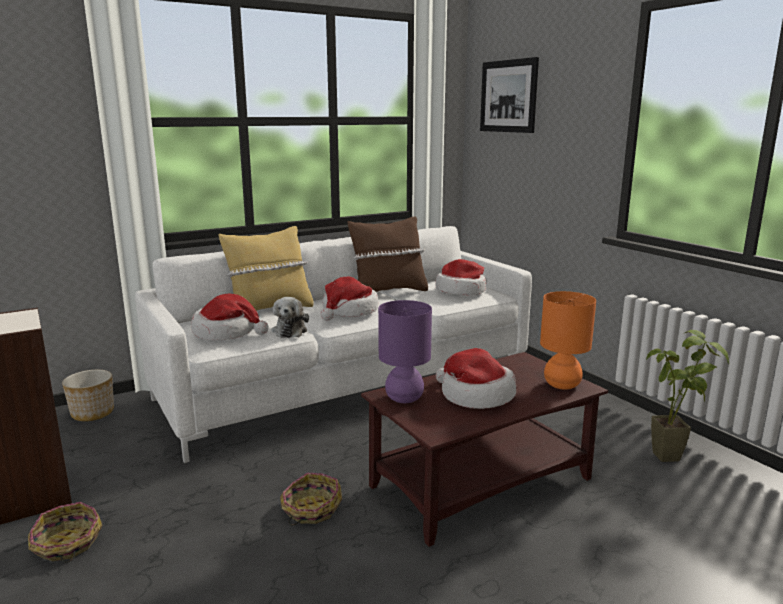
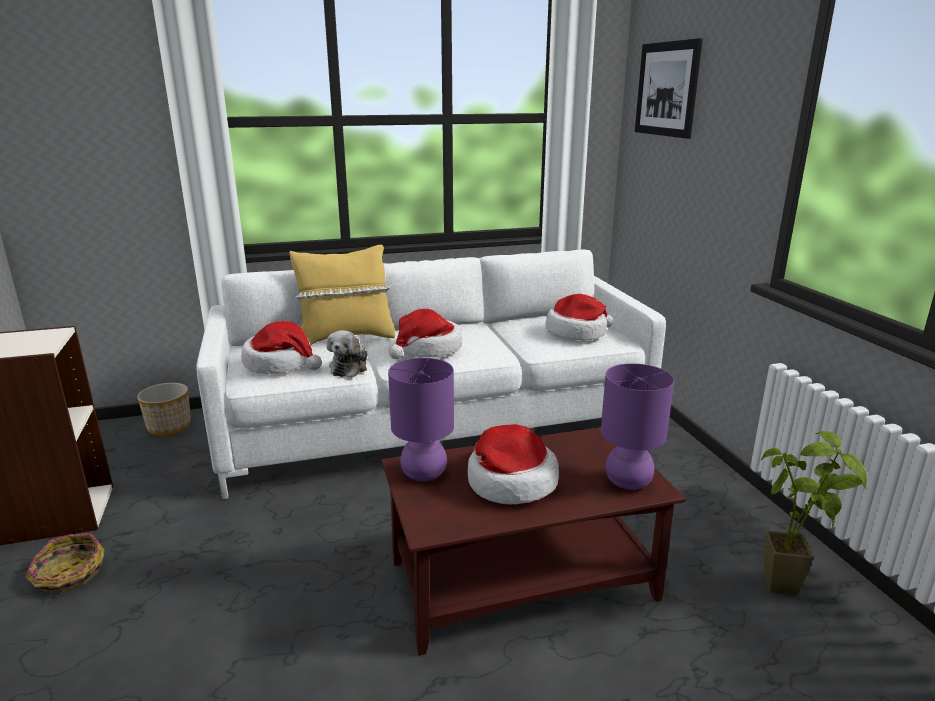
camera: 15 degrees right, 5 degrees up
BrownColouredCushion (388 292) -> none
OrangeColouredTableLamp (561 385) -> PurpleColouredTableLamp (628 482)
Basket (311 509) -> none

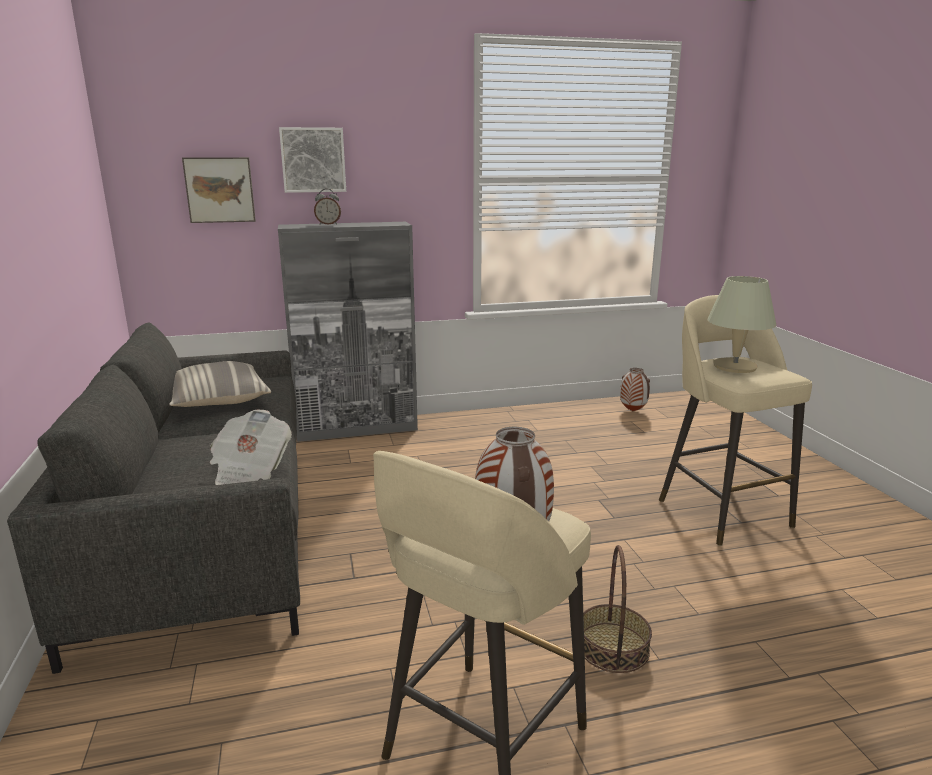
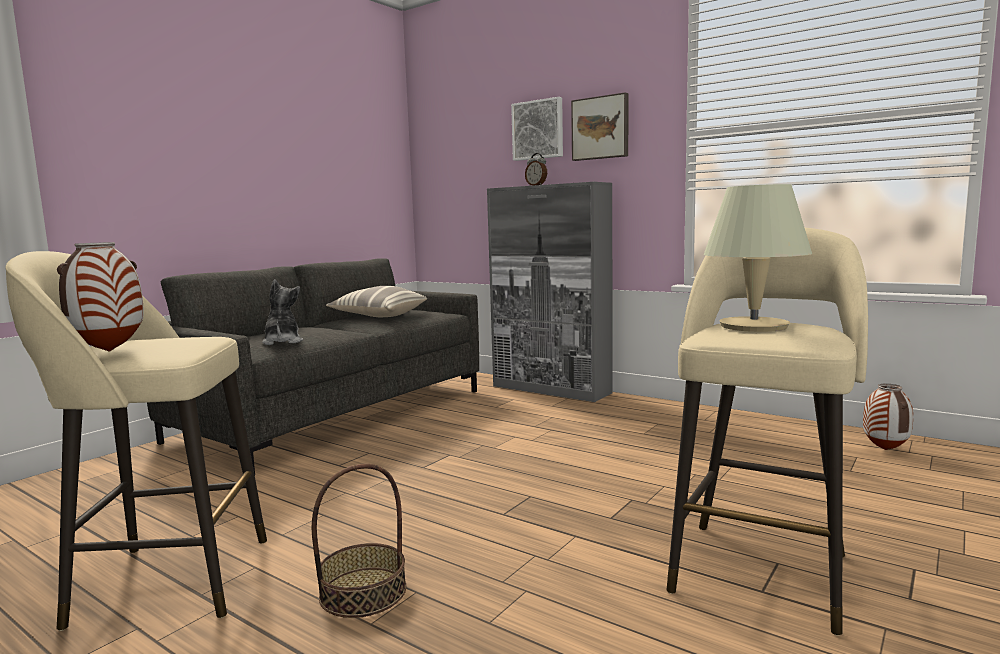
camera: 50 degrees right, 10 degrees down
Picture (220 190) -> Picture (601 128), move
DailyPaper (250 469) -> SoftToy (282 342)

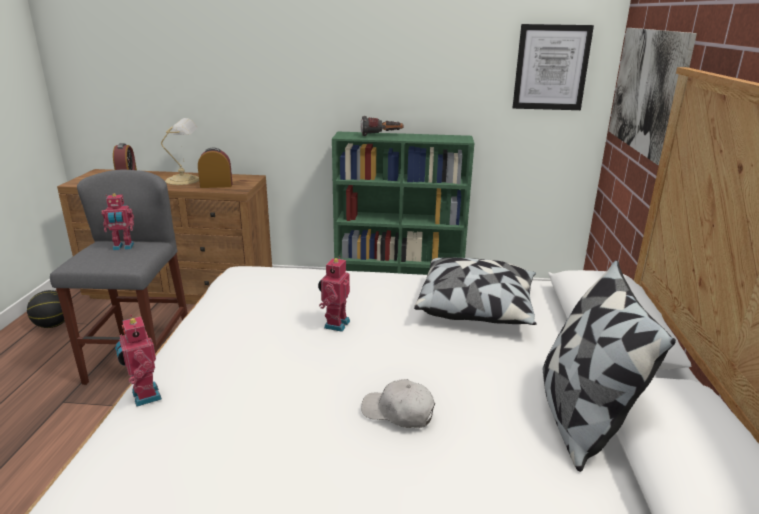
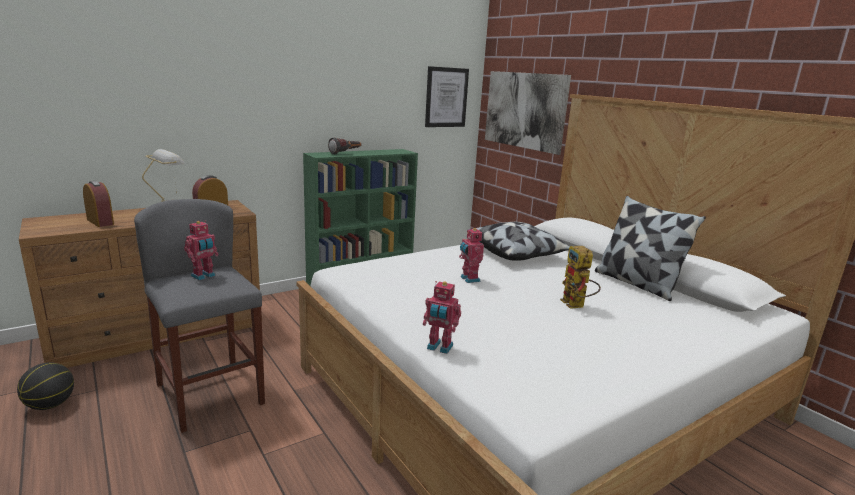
camera: 40 degrees left, 5 degrees down
WhiteBaseballCap (398 412) -> ToyRobot (576 305)

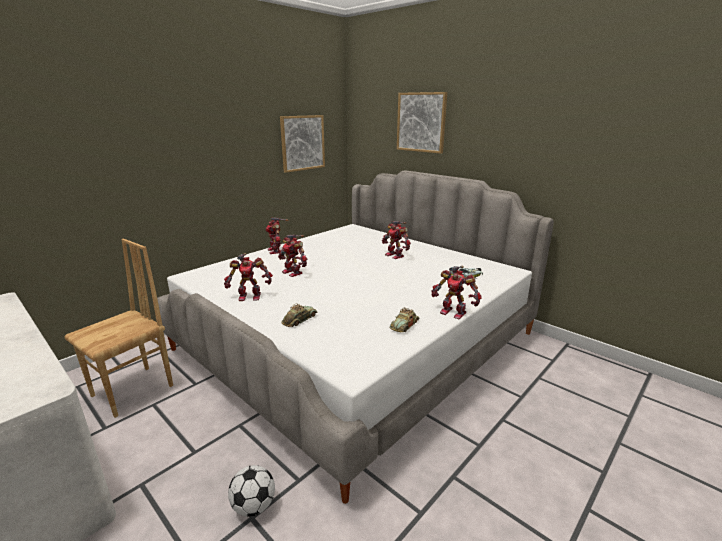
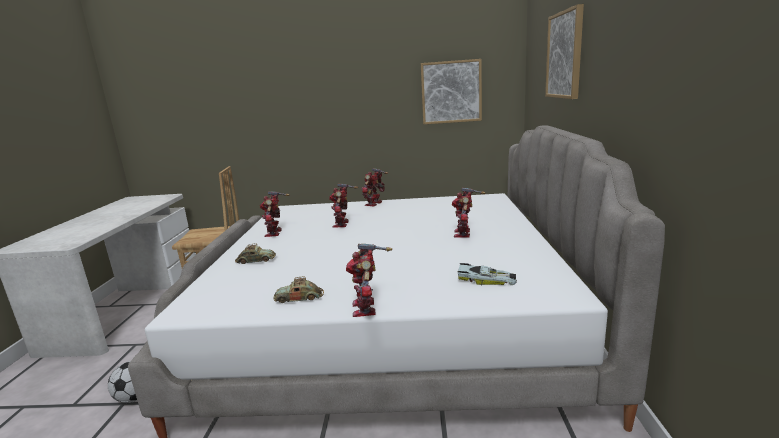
camera: 50 degrees right, 5 degrees down
ToyRobot (250 296) -> ToyRobot (275 233), 45 degrees clockwise

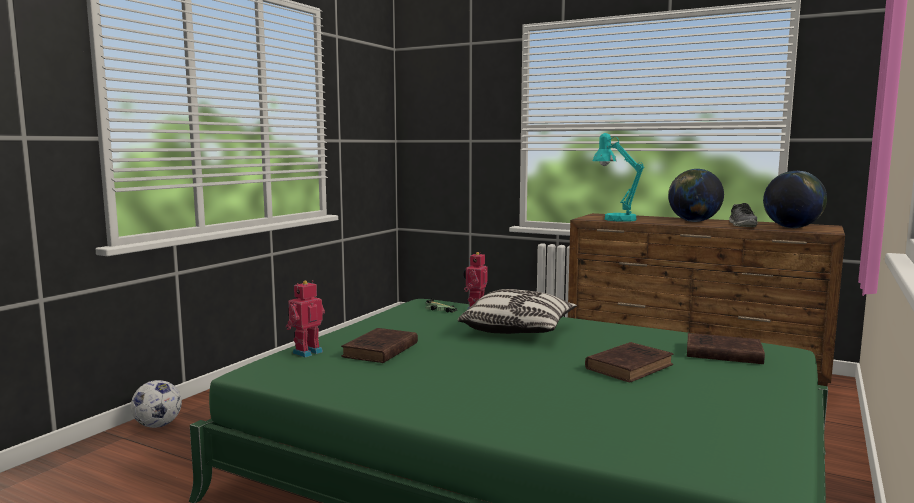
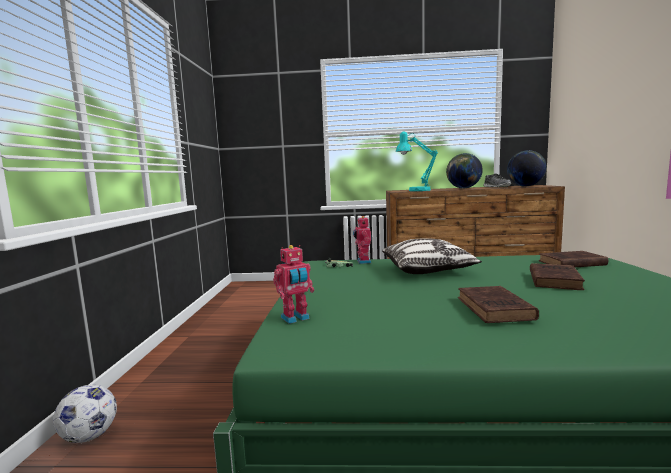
camera: 25 degrees left, 0 degrees up
ToyRobot (306 352) -> ToyRobot (296 318), 135 degrees counterclockwise
BrownColouredVolume (379 351) -> BrownColouredVolume (495 309), move

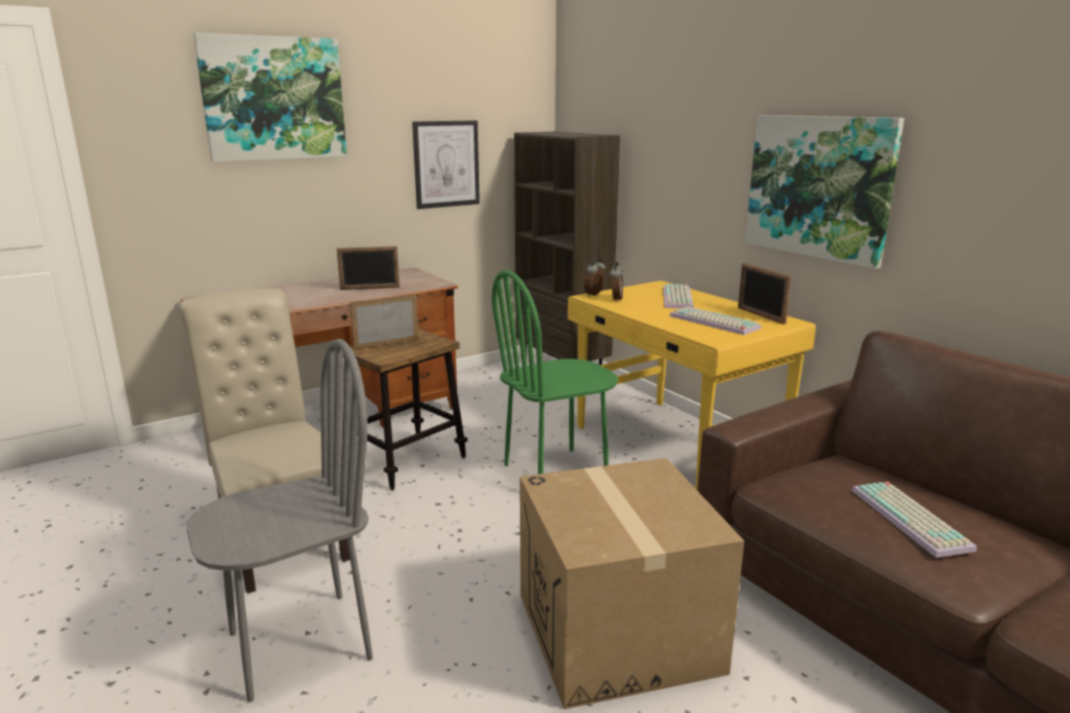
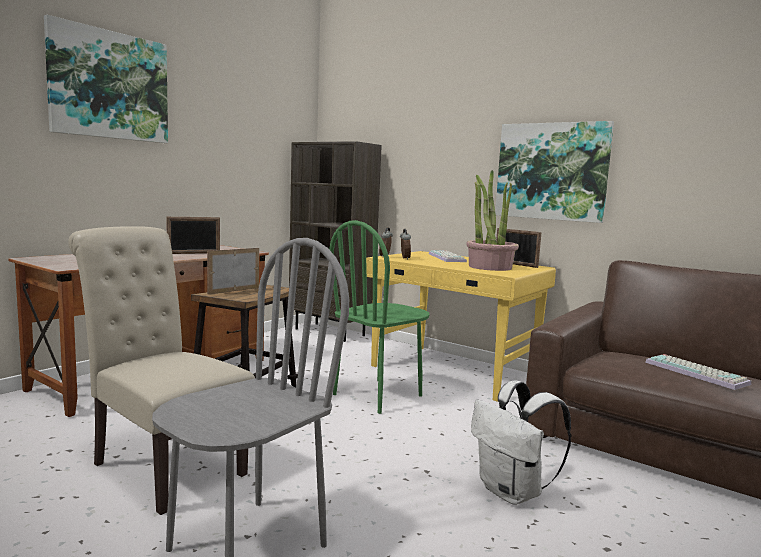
camera: 20 degrees left, 10 degrees down
Picture (446 164) -> none
PcKeyboard (712 322) -> PottedPlant (489 267)
PackingBox (618 632) -> WhiteRucksack (513 492)

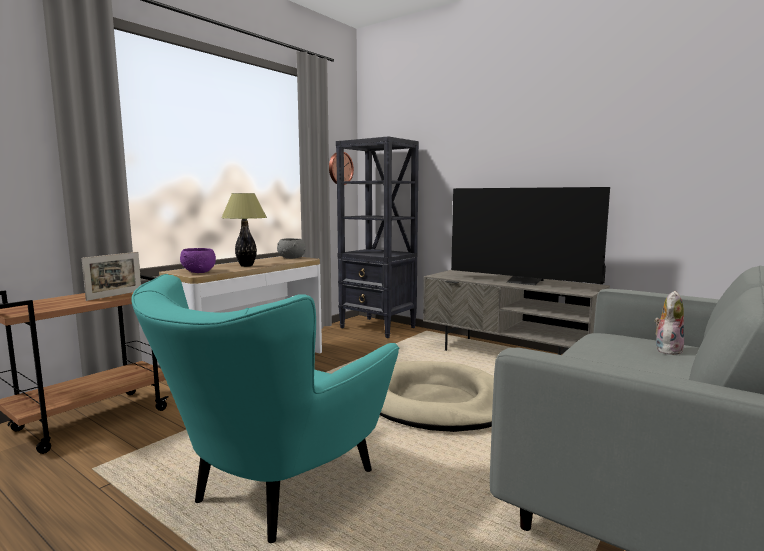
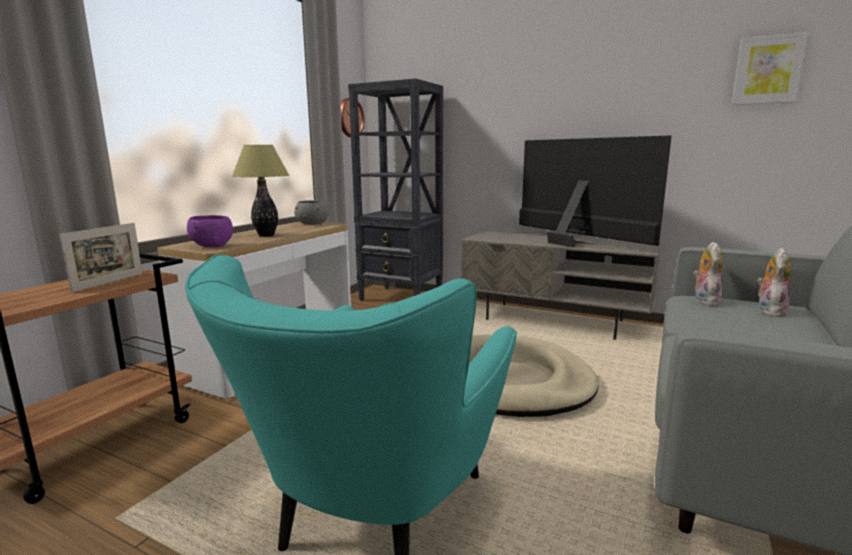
camera: 10 degrees left, 5 degrees up
Tv (524 282) -> Tv (573 242), 150 degrees counterclockwise
none -> Picture (768 70)
none -> SoftToy (704 301)

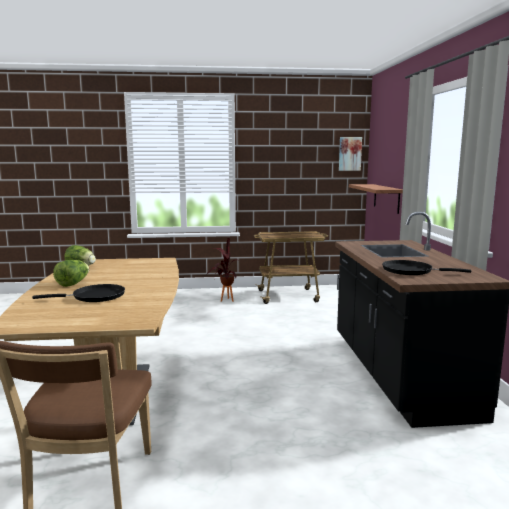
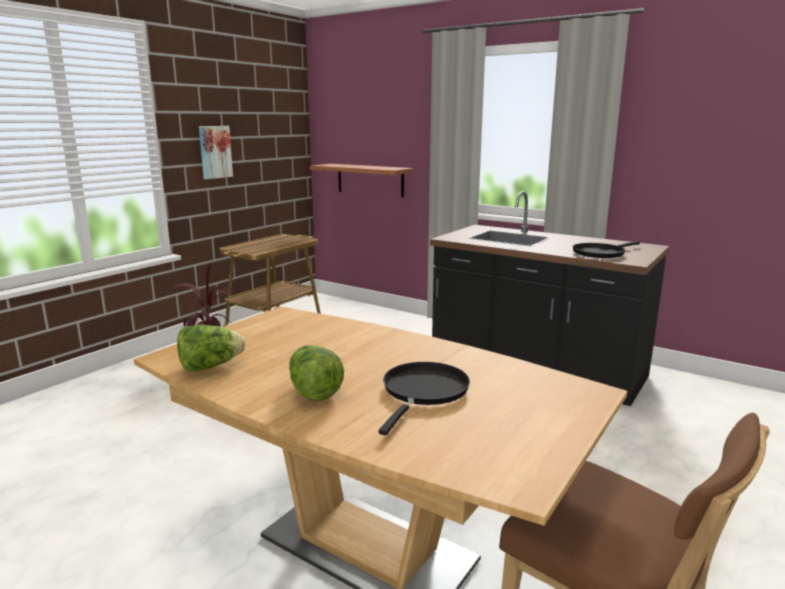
camera: 50 degrees left, 5 degrees up
Picture (349 154) -> Picture (214 152), move

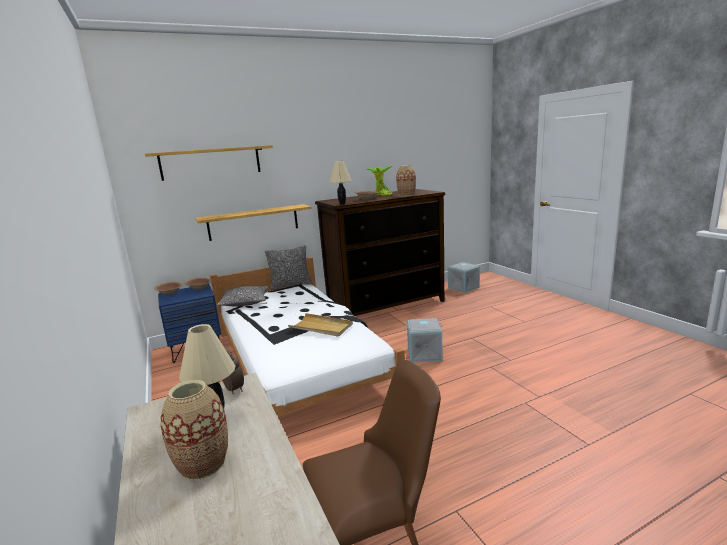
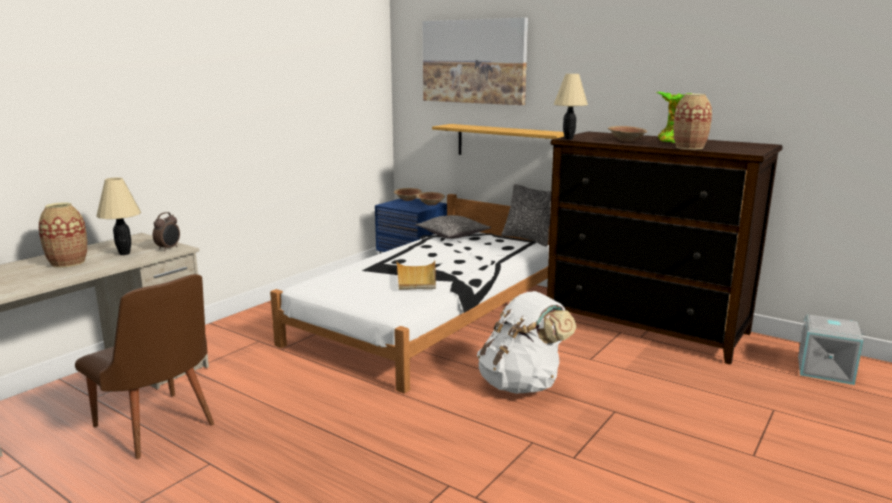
camera: 60 degrees right, 0 degrees up
BracketShelf (211 163) -> Picture (474 61)
GreyStorageContainer (424 353) -> WhiteRucksack (522 384)

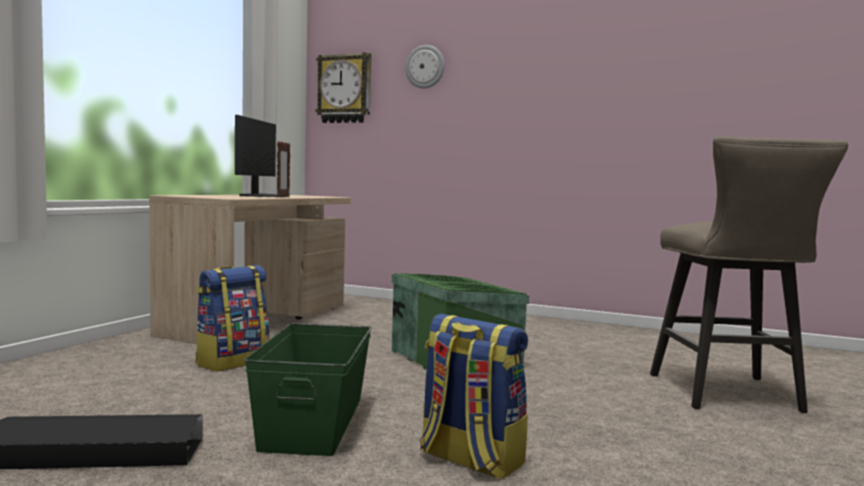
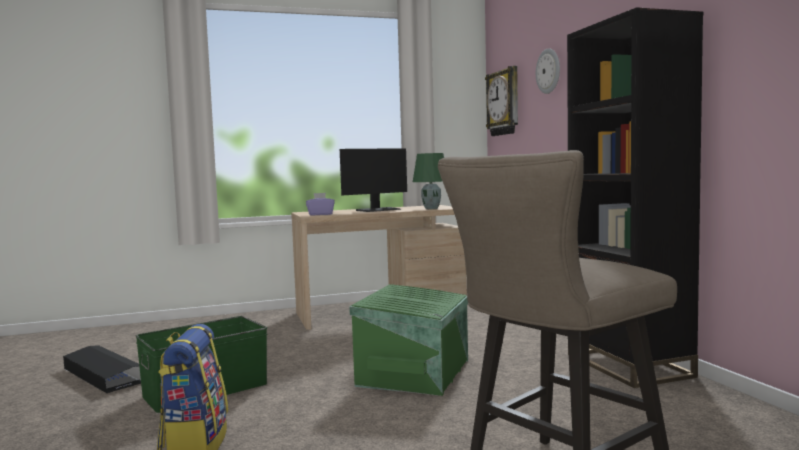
camera: 50 degrees right, 0 degrees up
StandingFrame (283 197) -> none
Rucksack (232 361) -> none
none -> BlackishShelvingUnit (628 365)
none -> GreenishTableLamp (431 208)
none -> PurpleColouredBoxOfTissues (320 214)

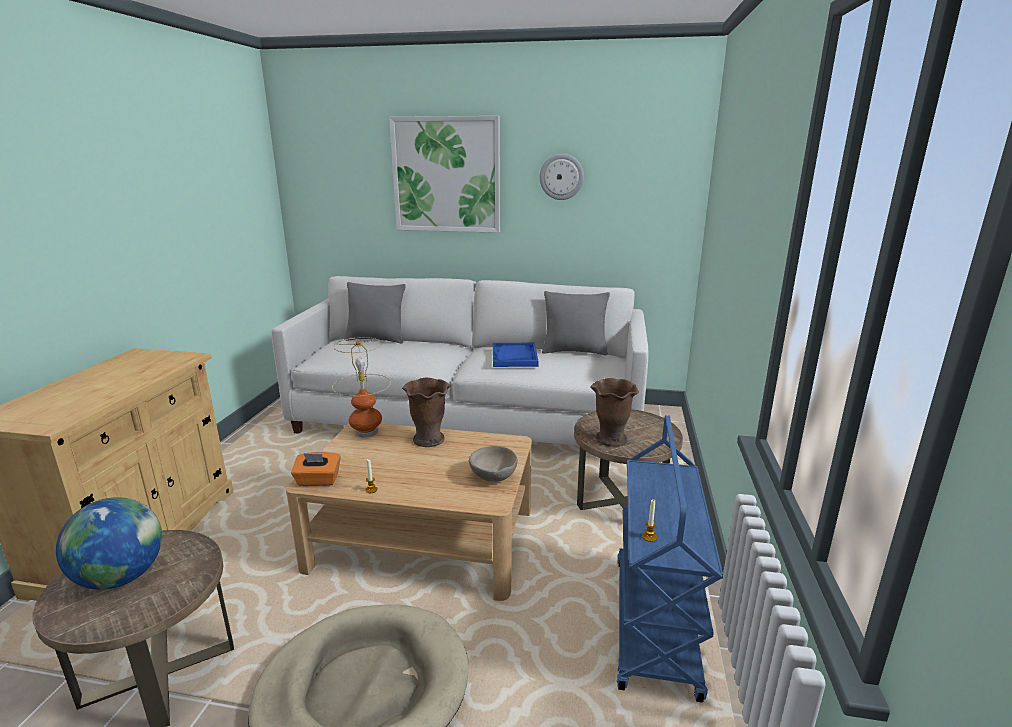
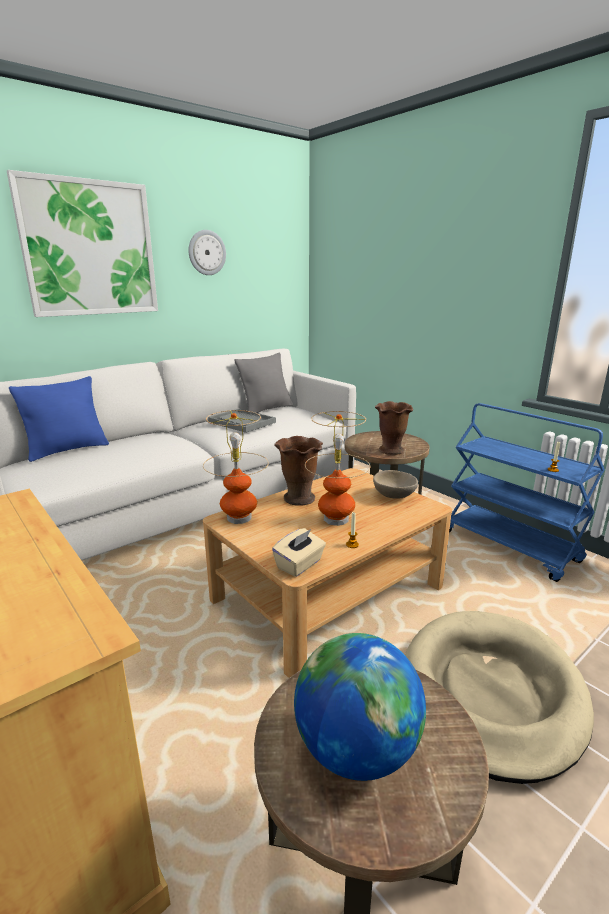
camera: 50 degrees left, 0 degrees up
GreyCushion (376 339) -> BlueCushion (67 450)
BlueServingTray (514 356) -> GreyServingTray (241 422)
OrangeColouredBoxOfTissues (318 481) -> BeigeColouredBoxOfTissues (299 565)
none -> TableLamp (336 519)

